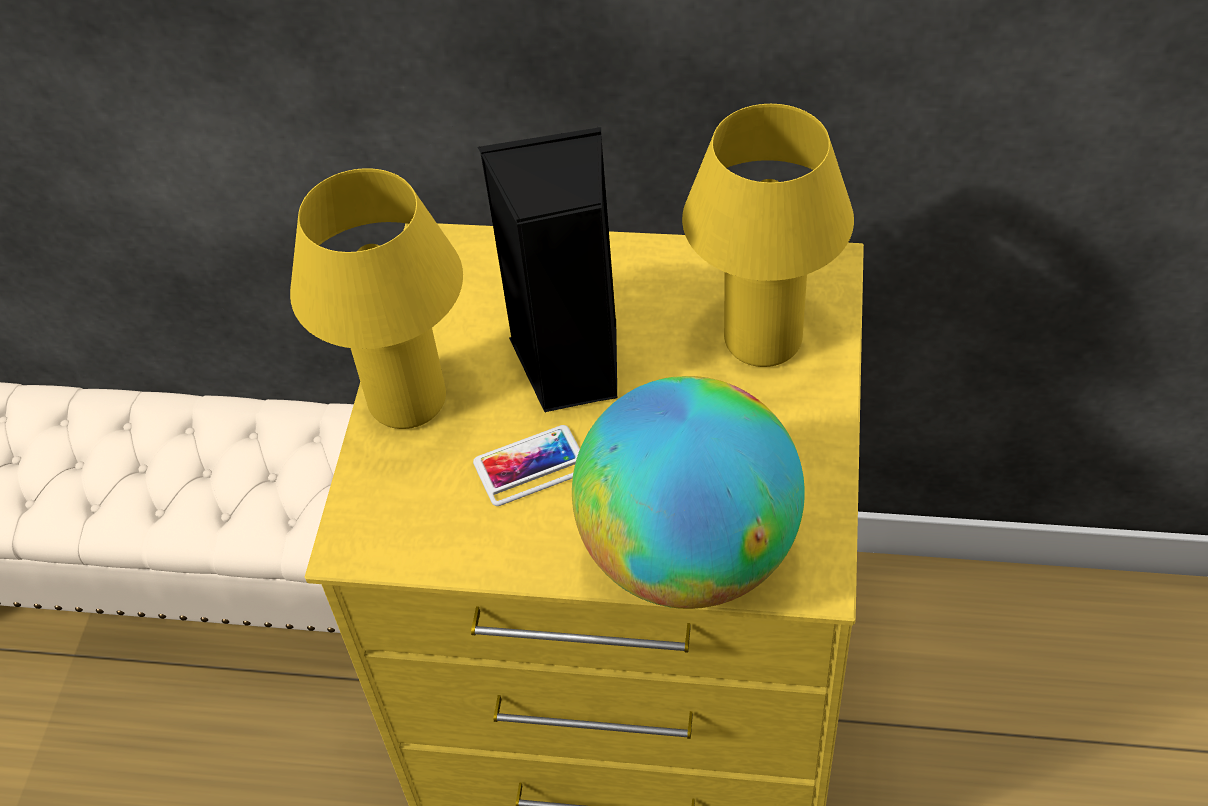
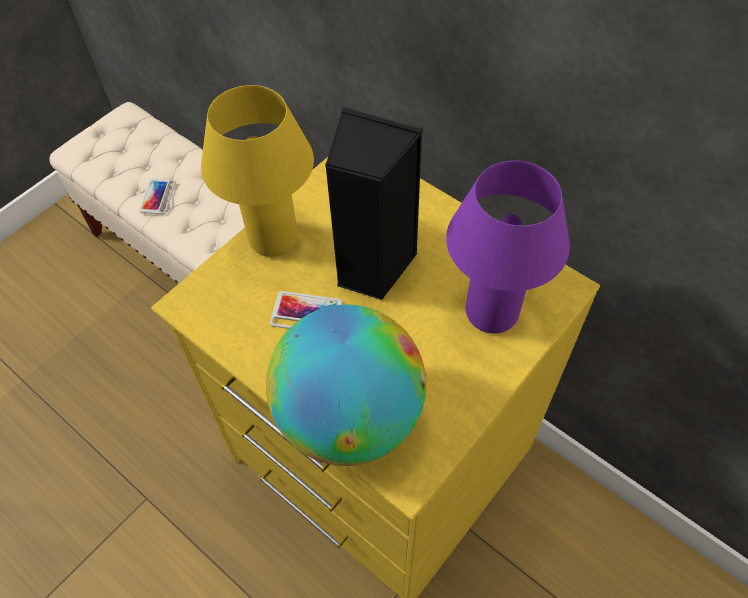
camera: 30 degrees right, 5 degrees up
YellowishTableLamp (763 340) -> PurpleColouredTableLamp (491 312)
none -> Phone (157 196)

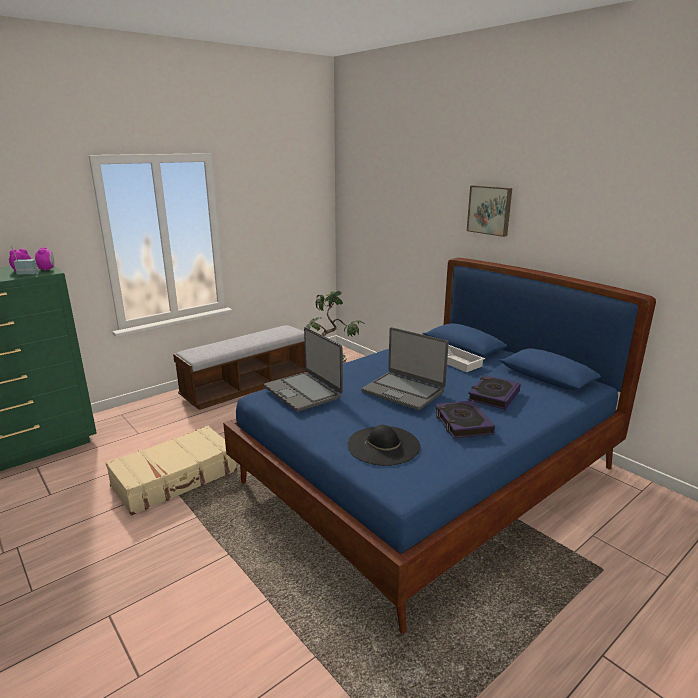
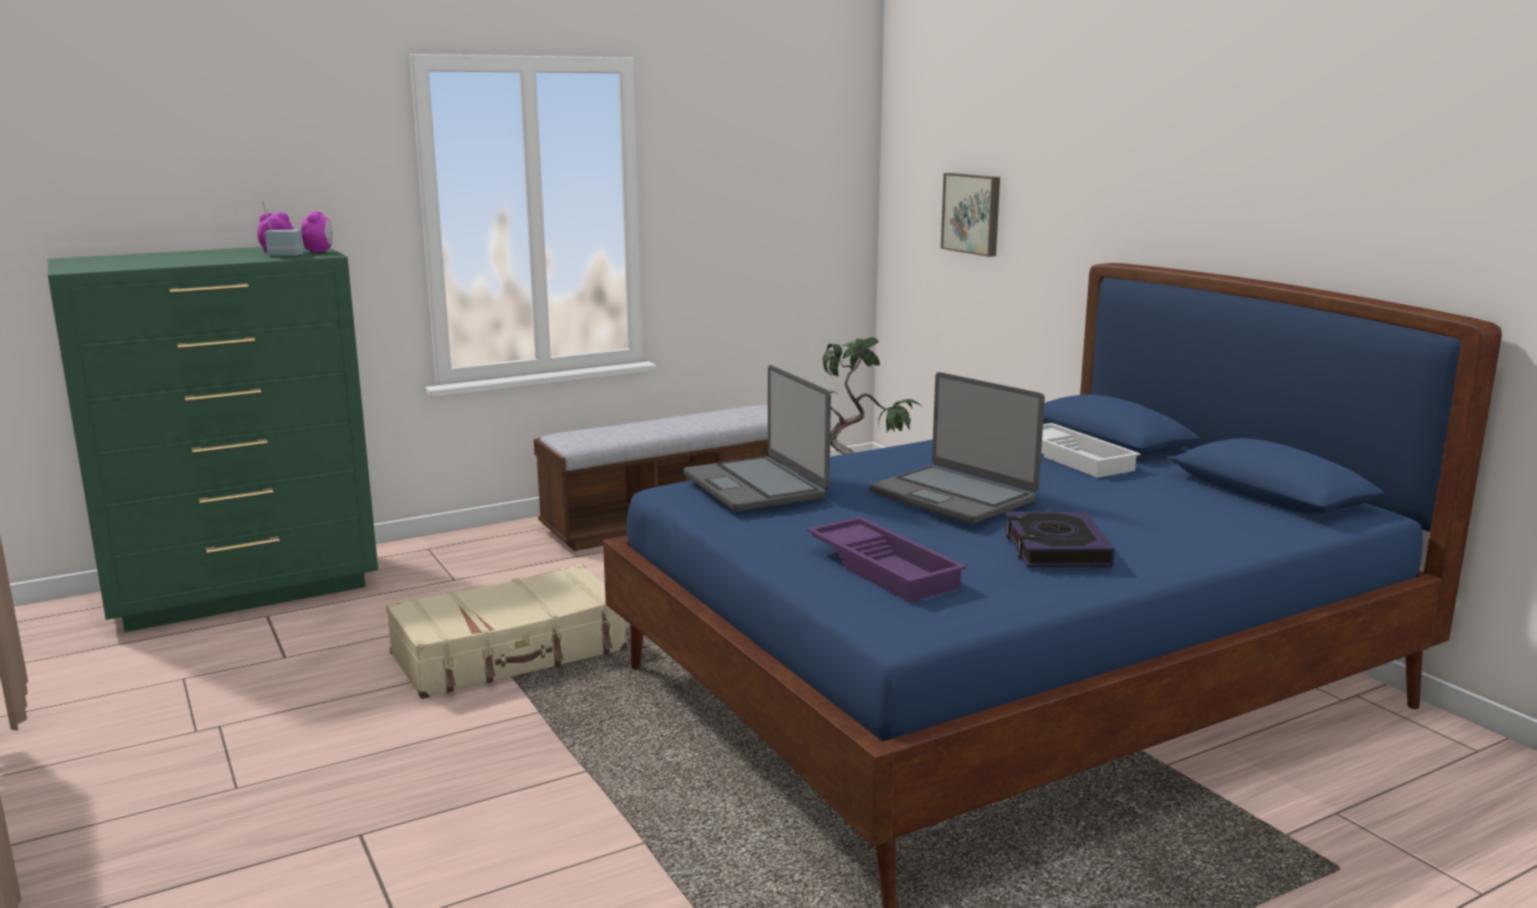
camera: 10 degrees right, 5 degrees down
Picture (490 210) -> Picture (973 213), move
Volume (493 396) -> none
BlackishWearableHat (383 445) -> PurpleColouredServingTray (886 568)

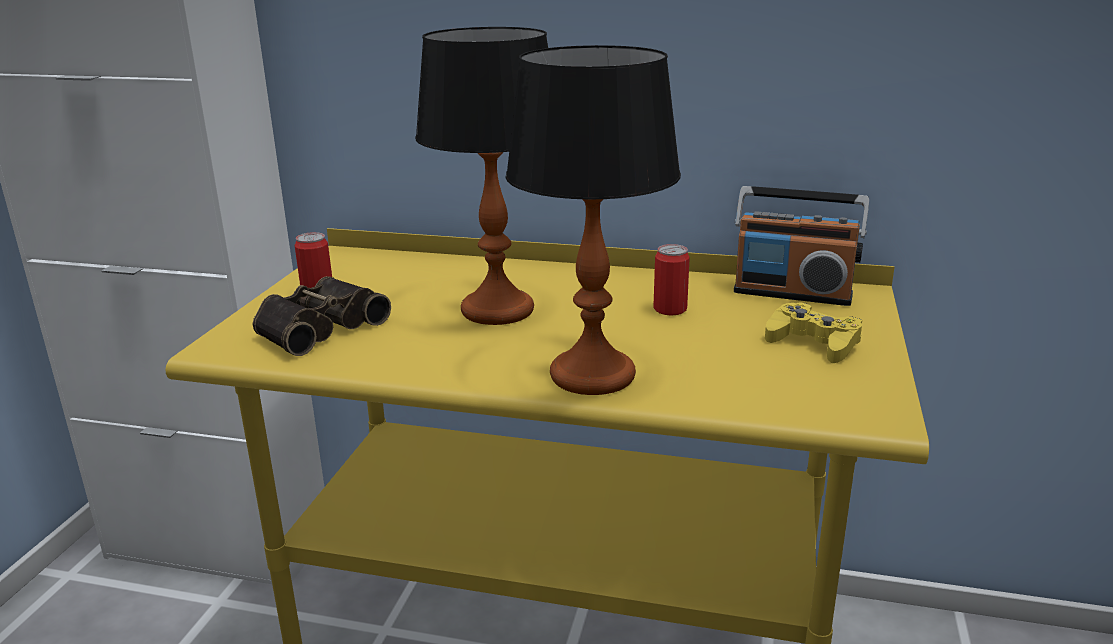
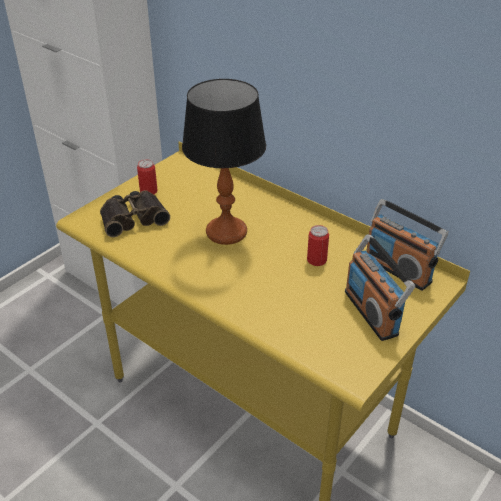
camera: 25 degrees right, 15 degrees up
TableLamp (593 374) -> none
YellowishGamepad (813 342) -> RadioSet (372 312)

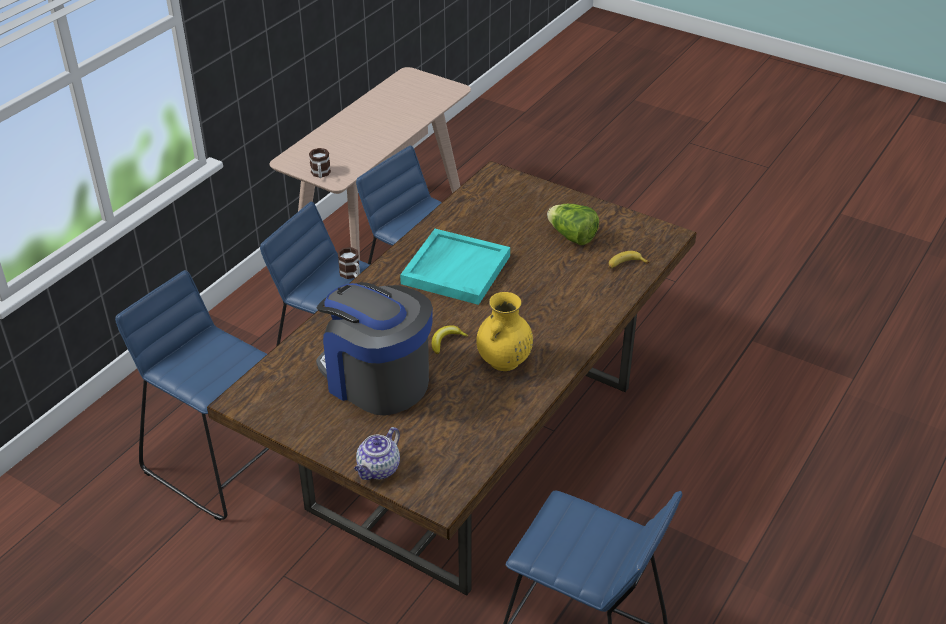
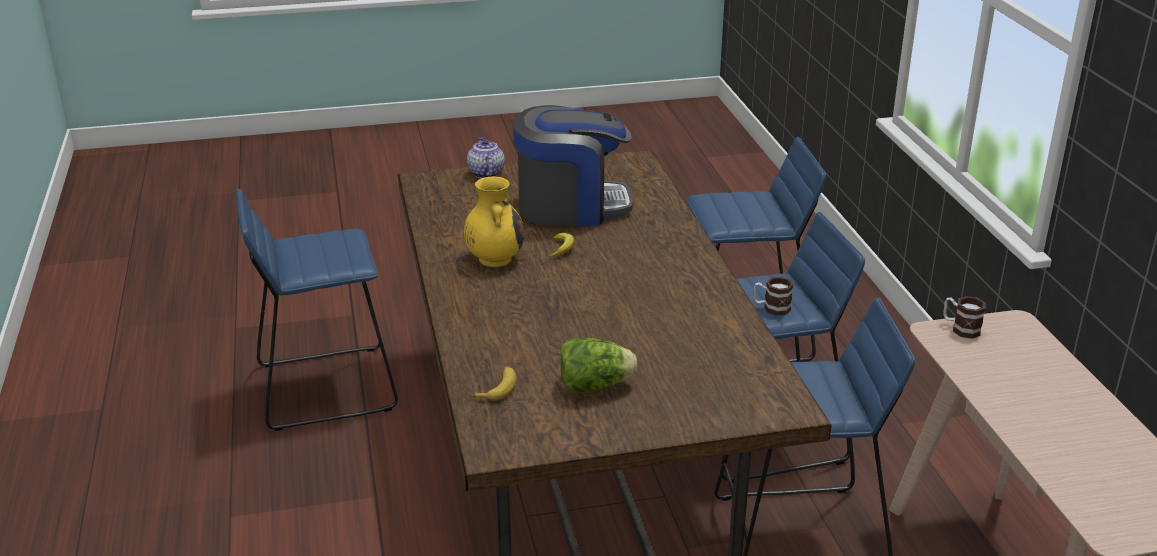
camera: 135 degrees right, 10 degrees down
BlueGreenServingTray (455 269) -> none

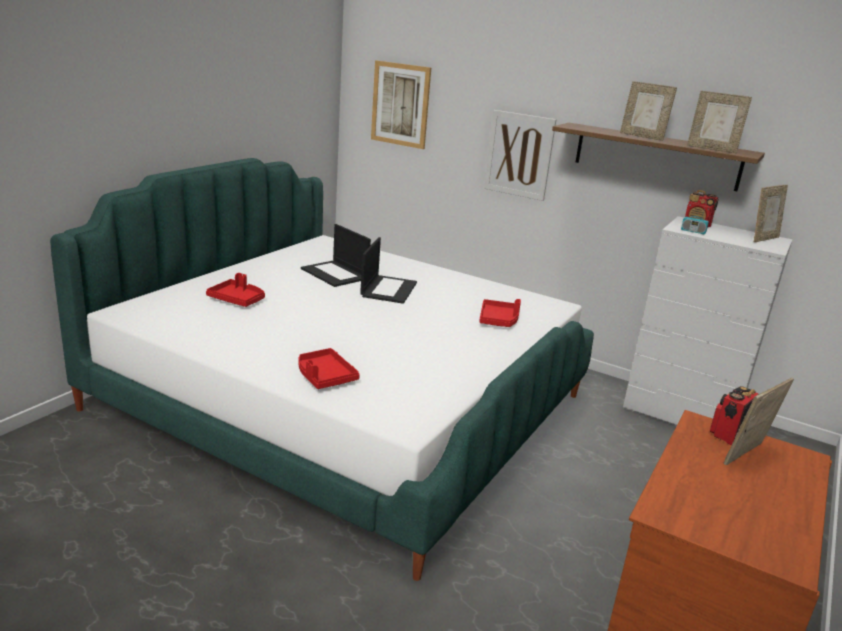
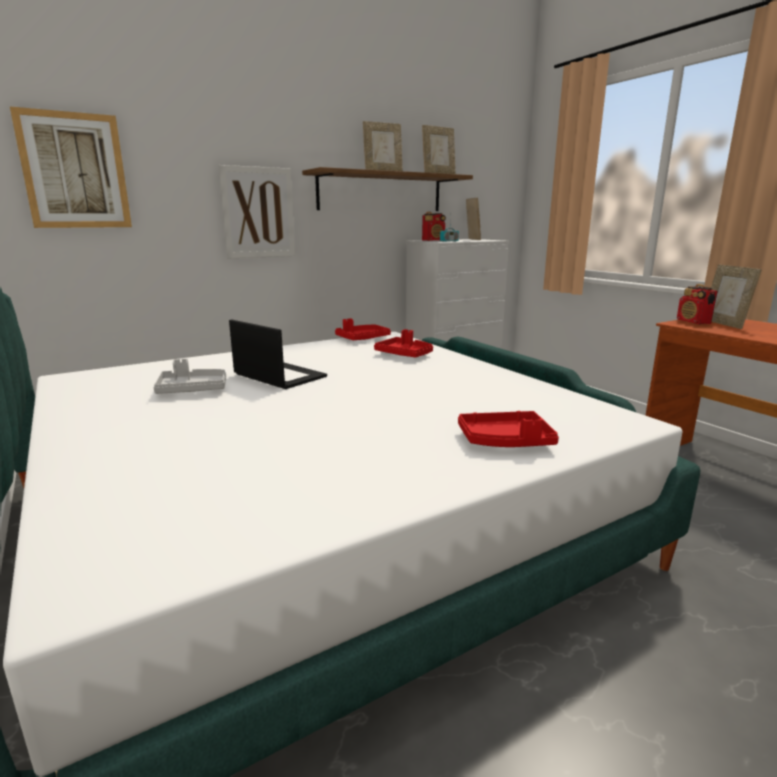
camera: 60 degrees left, 5 degrees down
NotebookComputer (335 274) -> GreyServingTray (192 390)
RedServingTray (237 300) -> RedServingTray (362 339), move

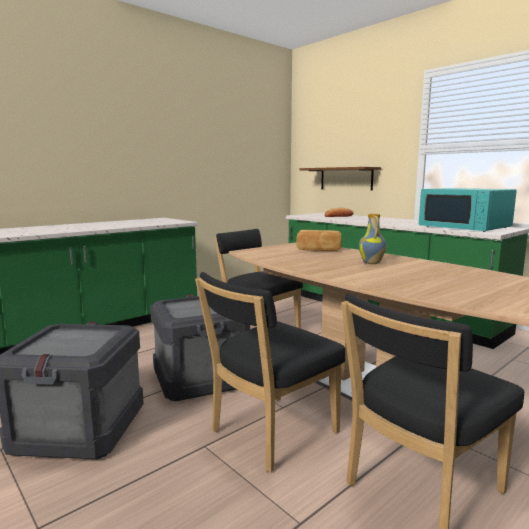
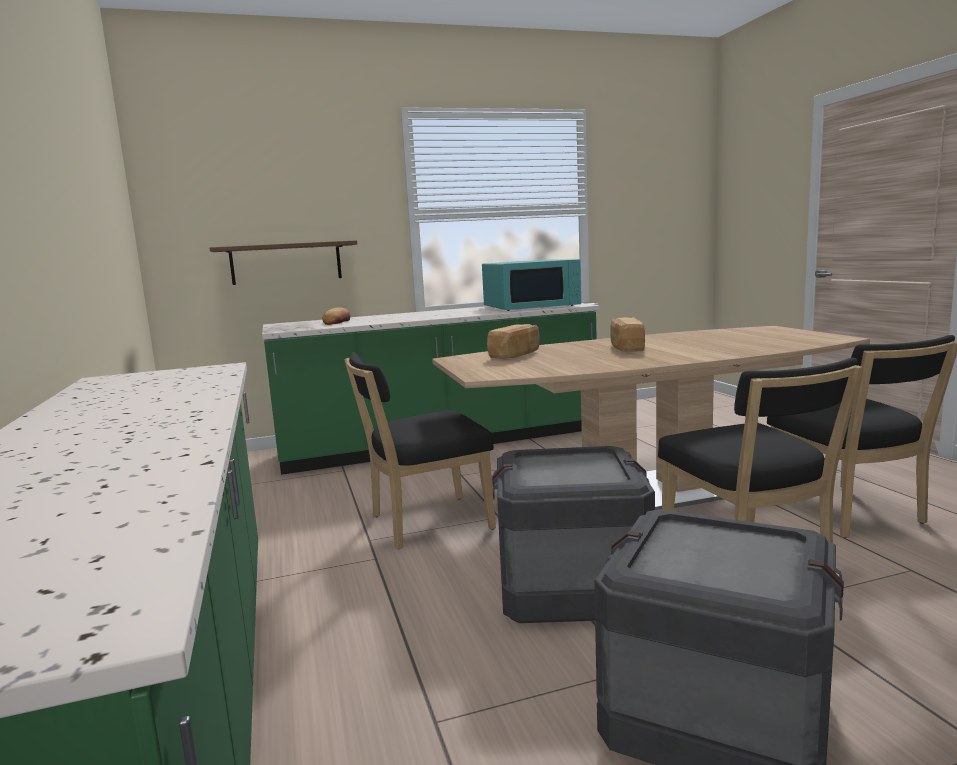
camera: 65 degrees left, 0 degrees up
Vase (372 263) -> Bread (625 347)

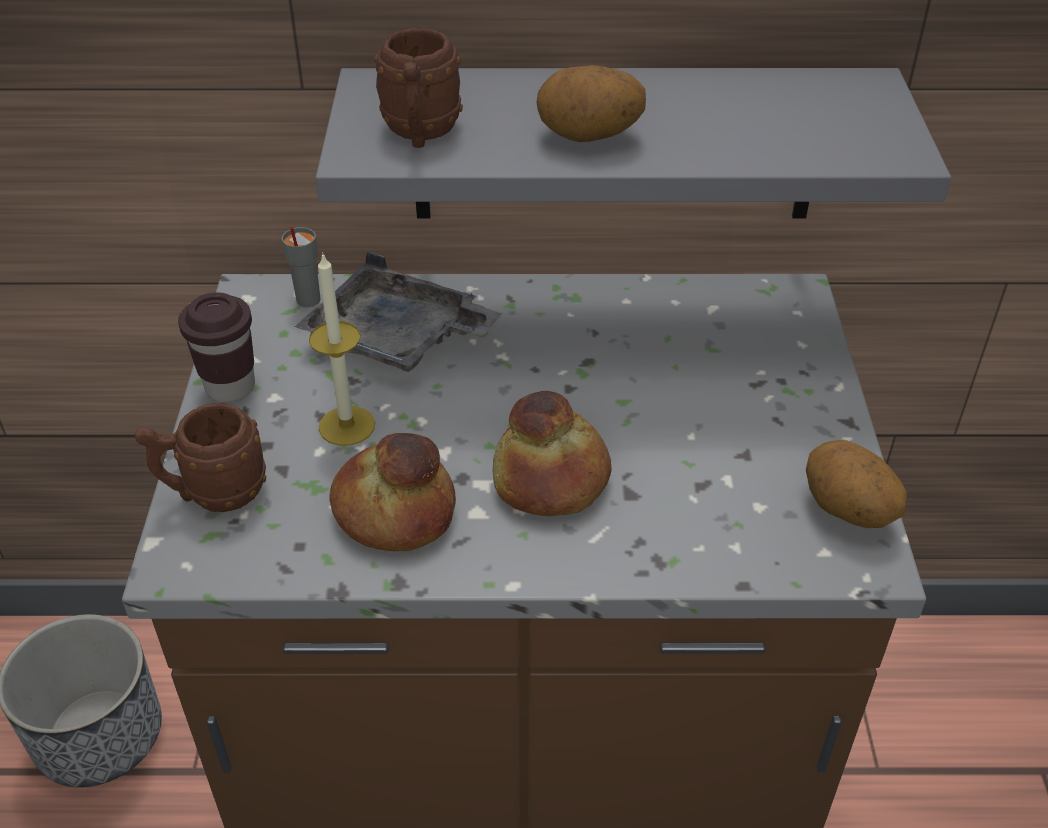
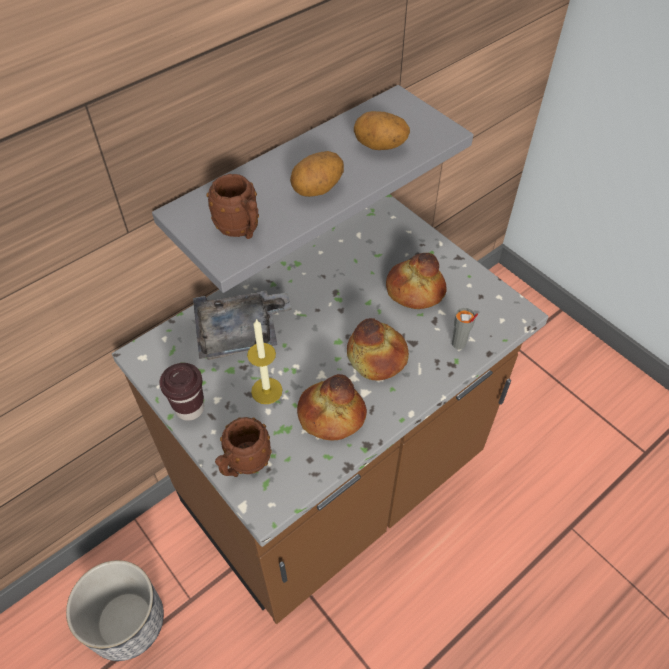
camera: 40 degrees left, 10 degrees up
GreySmallCup (307 300) -> GreySmallCup (458 344), move
Potato (846 511) -> Potato (380 147), move
none -> Bread (414 291)

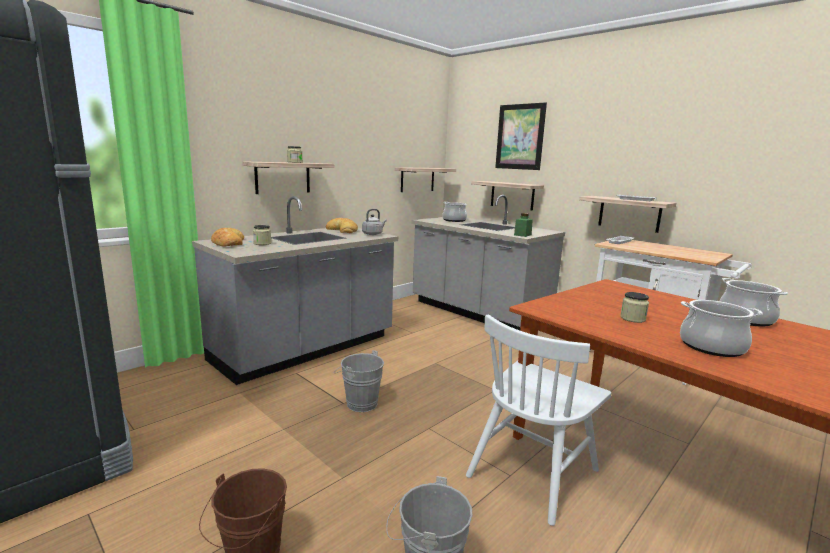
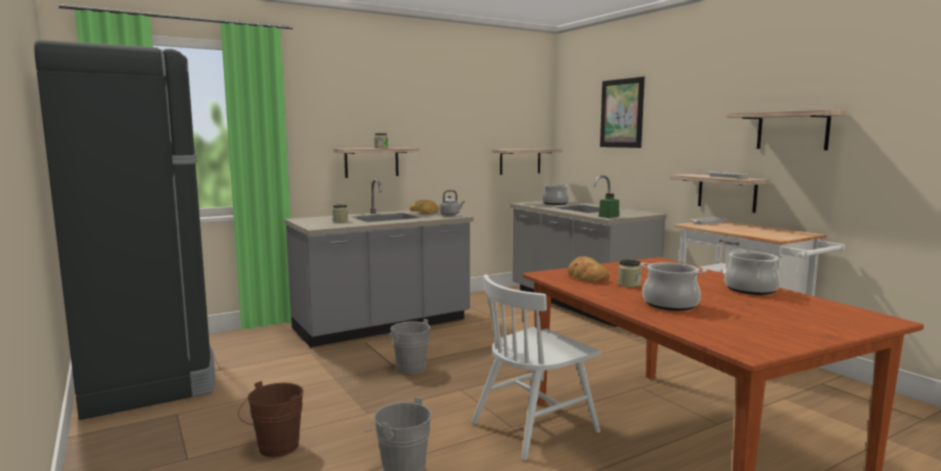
camera: 15 degrees right, 5 degrees down
BracketShelf (512 195) -> BracketShelf (792 130), move
Bread (228 243) -> Bread (587 276), move

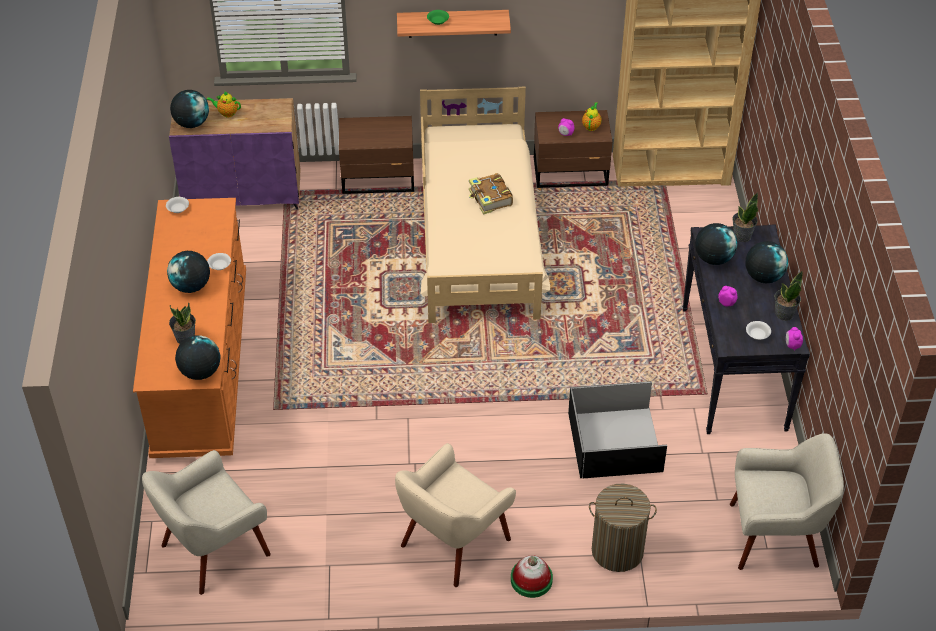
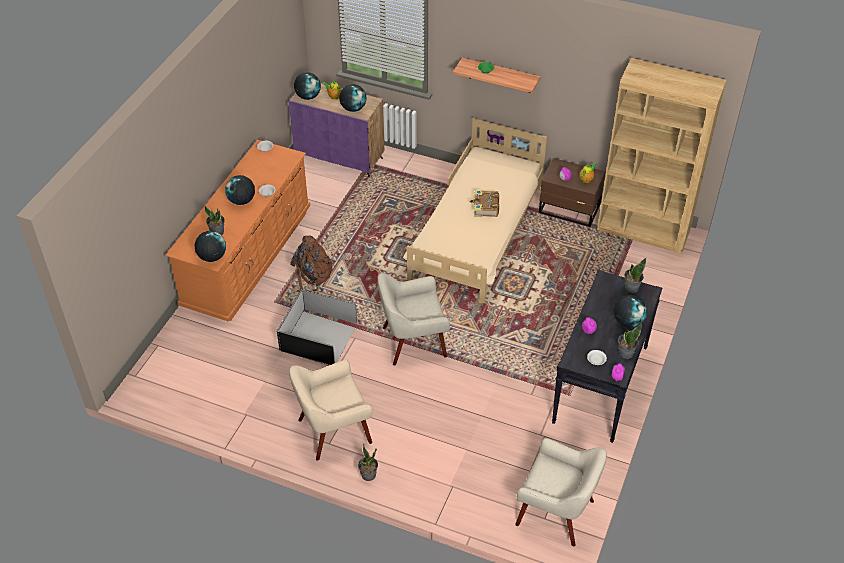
camera: 25 degrees right, 0 degrees up
BrownColouredNightstand (379 178) -> none
Globe (713 258) -> Globe (353 108), move
BlackishStorageContainer (615 443) -> BlackishStorageContainer (318 337), move
BeigeColouredLoungeChair (213 549) -> BeigeColouredLoungeChair (412 341), move
LaundryBasket (617 551) -> none
WearableHat (531 579) -> PottedPlant (368 475)
none -> BrownColouredRucksack (312 274)

